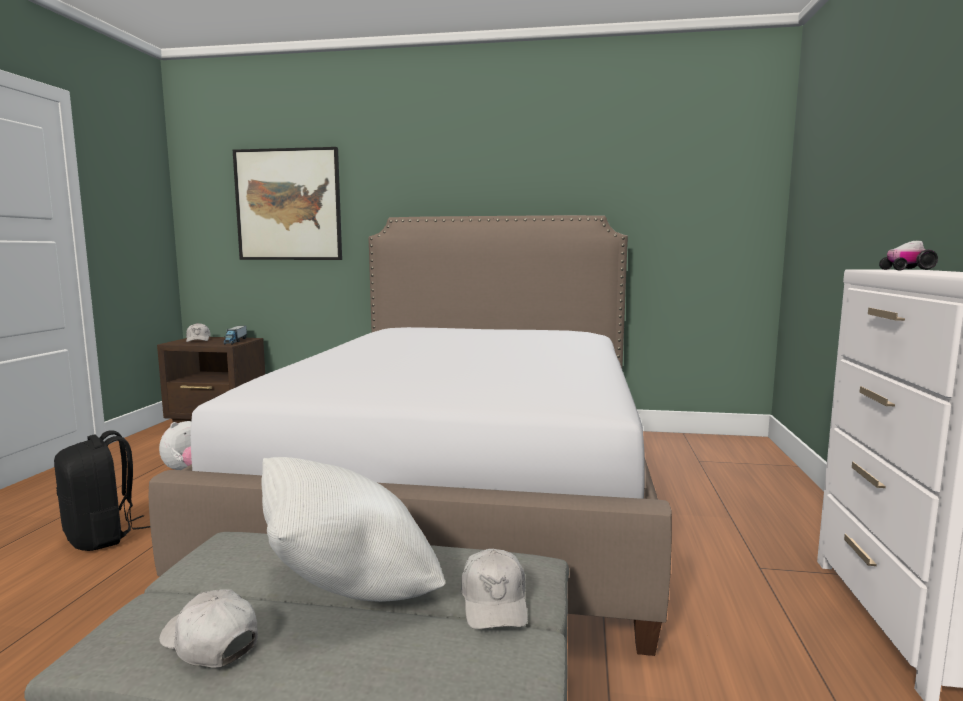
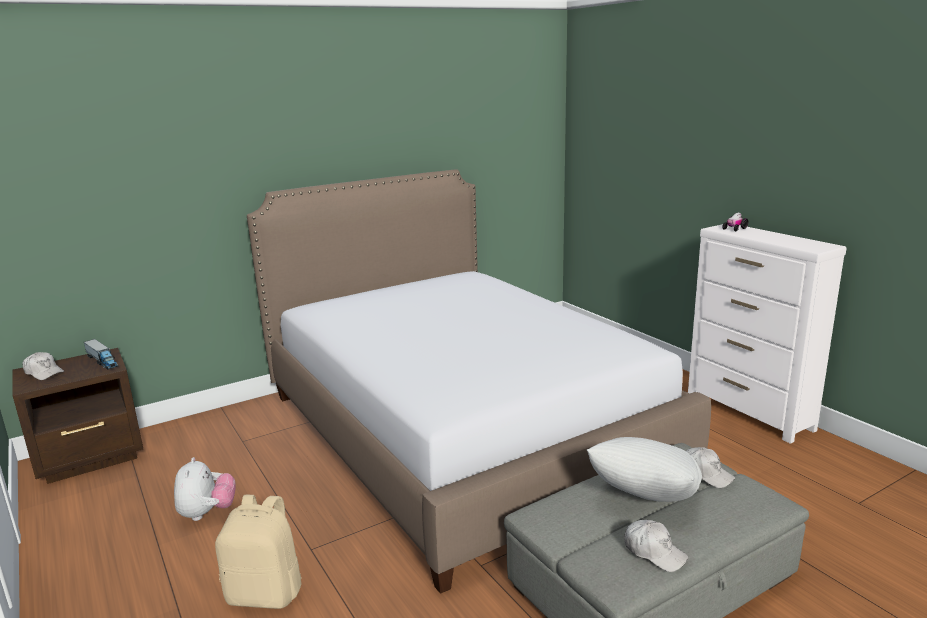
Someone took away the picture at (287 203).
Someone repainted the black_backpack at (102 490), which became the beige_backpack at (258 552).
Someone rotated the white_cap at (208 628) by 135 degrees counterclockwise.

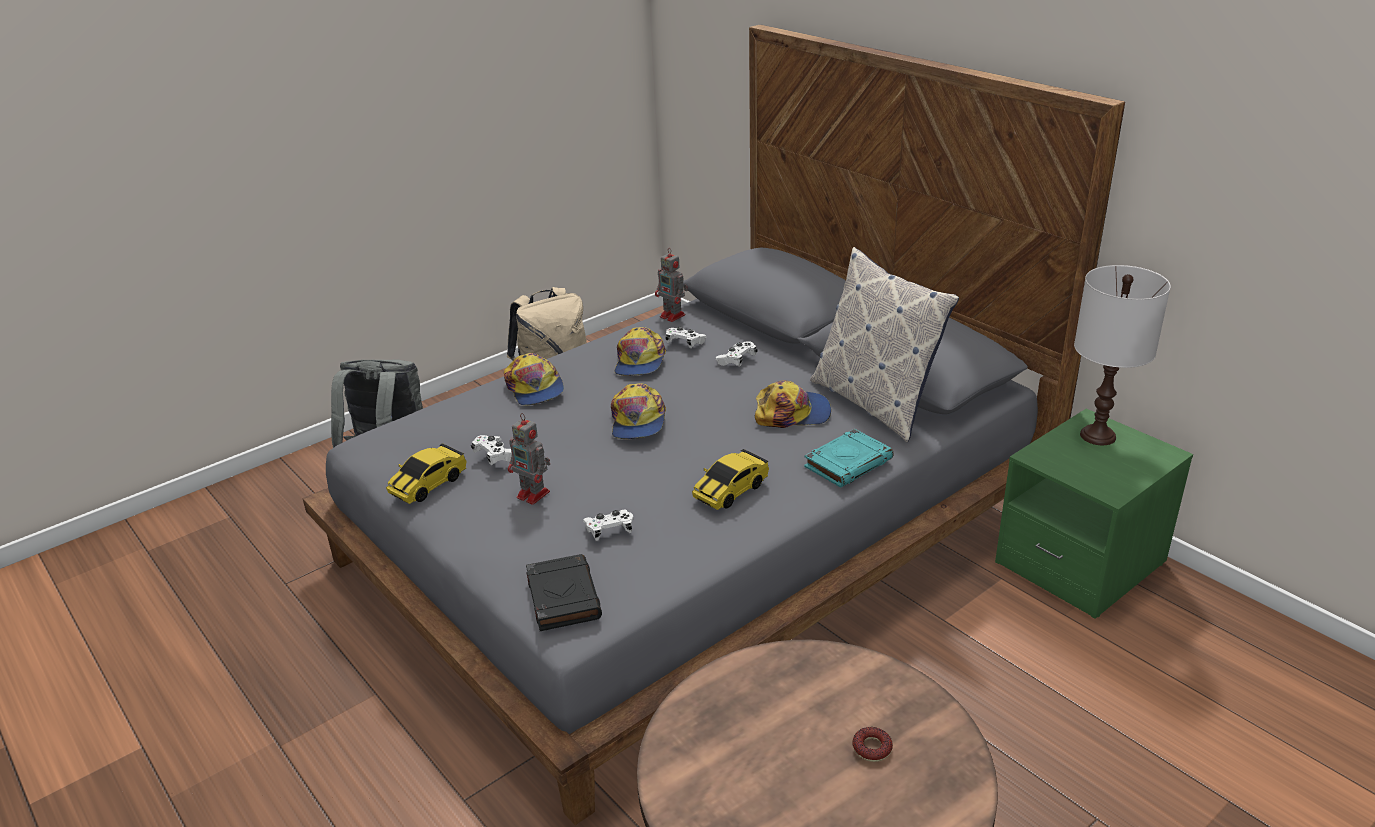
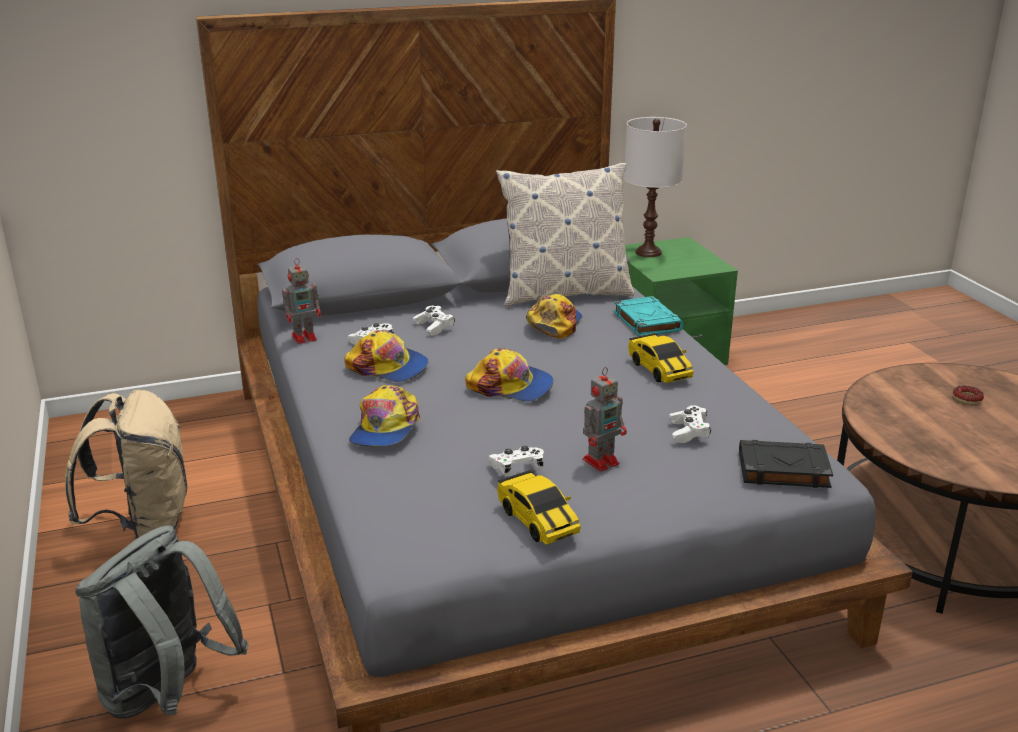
Someone rotated the cap at (534 379) by 105 degrees clockwise.

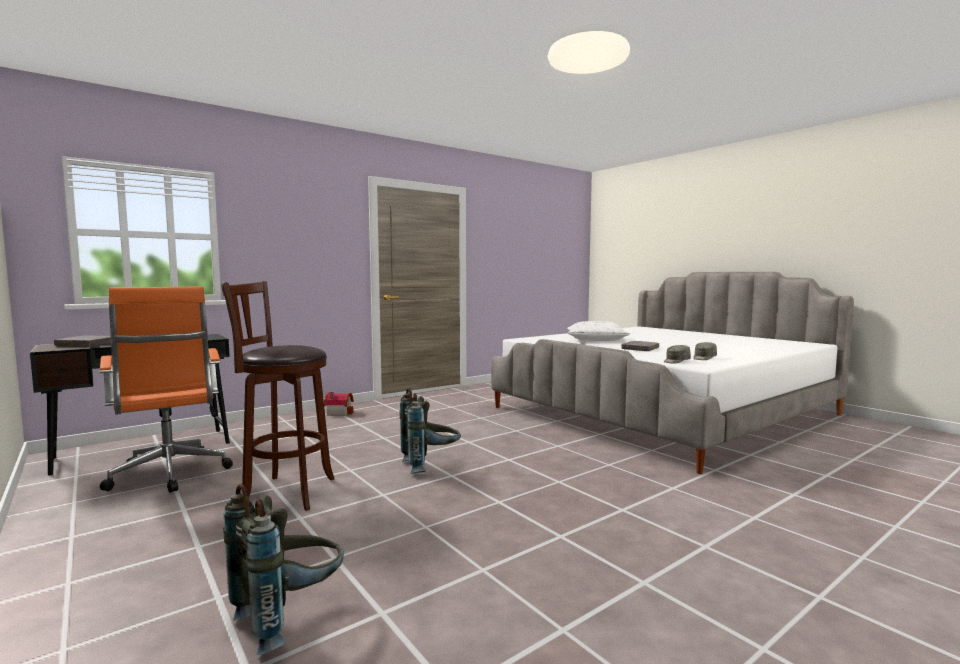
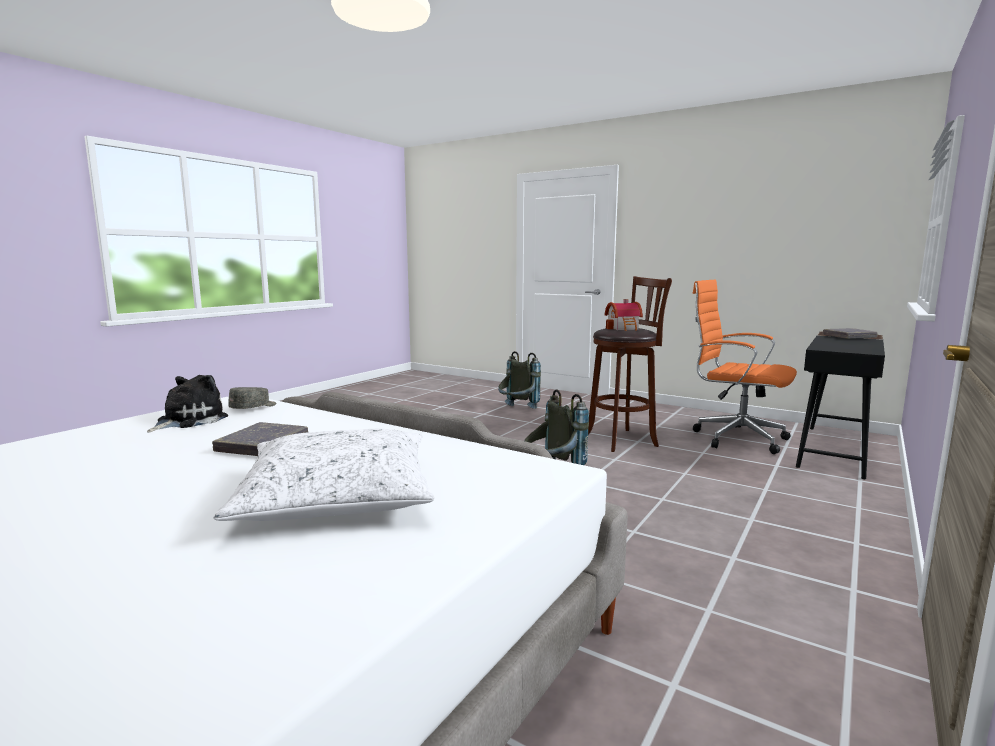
Someone carried the toy_house from (339 404) to (624 315).
Someone swapped the grey_cap at (705 351) for the plush_toy at (187 404).

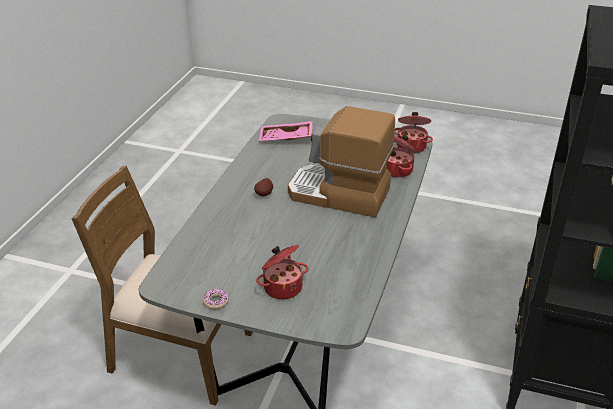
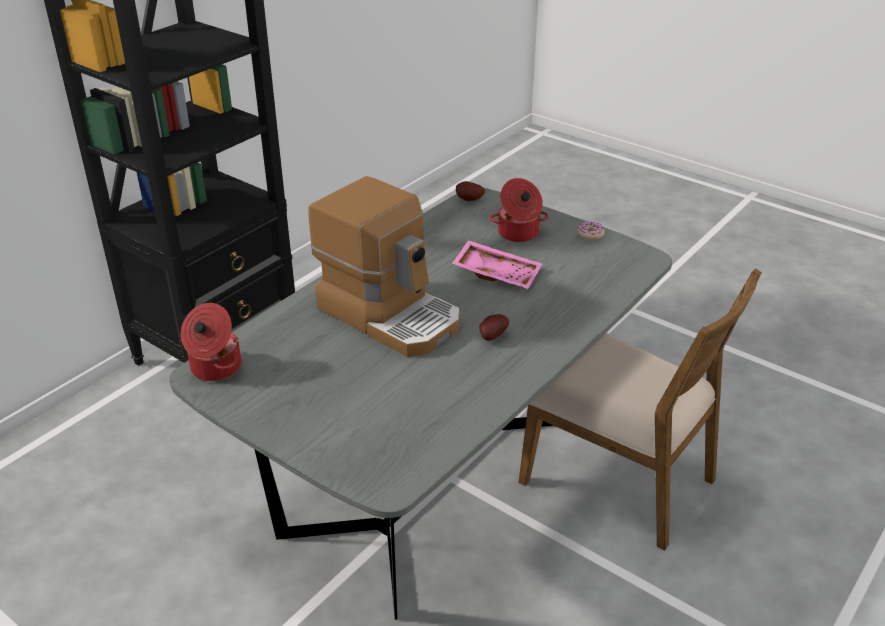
Someone took away the cooking_pot at (402 156).
Someone put down the potato at (470 191).
Someone carried the pink_tray from (286 131) to (497 264).

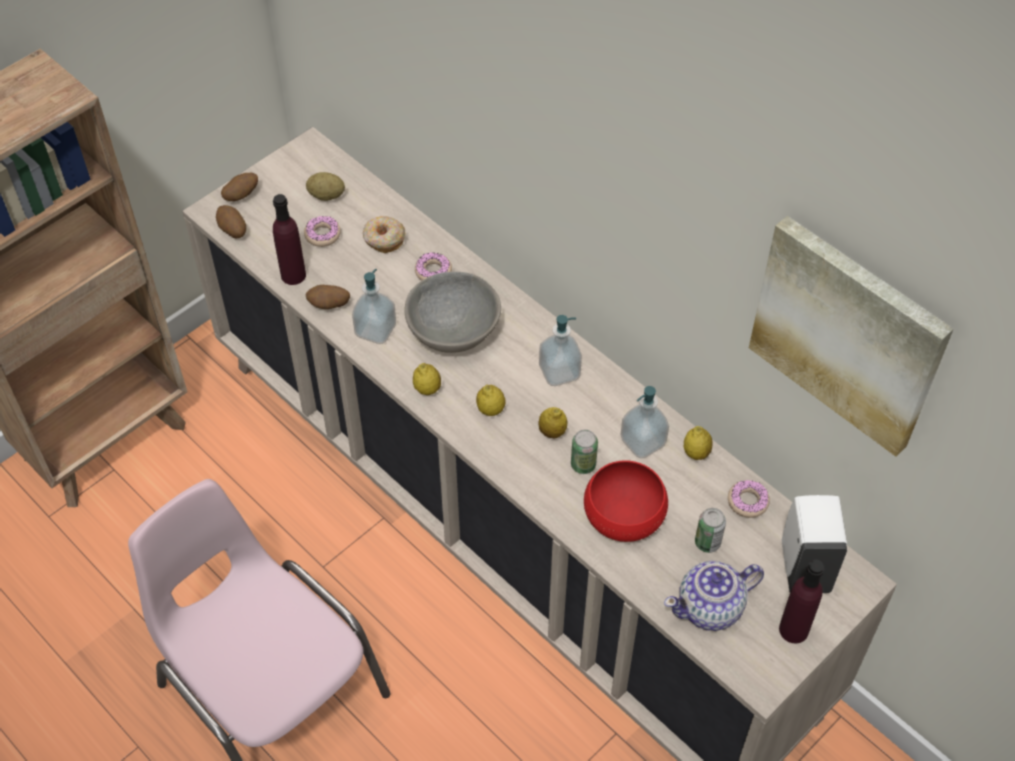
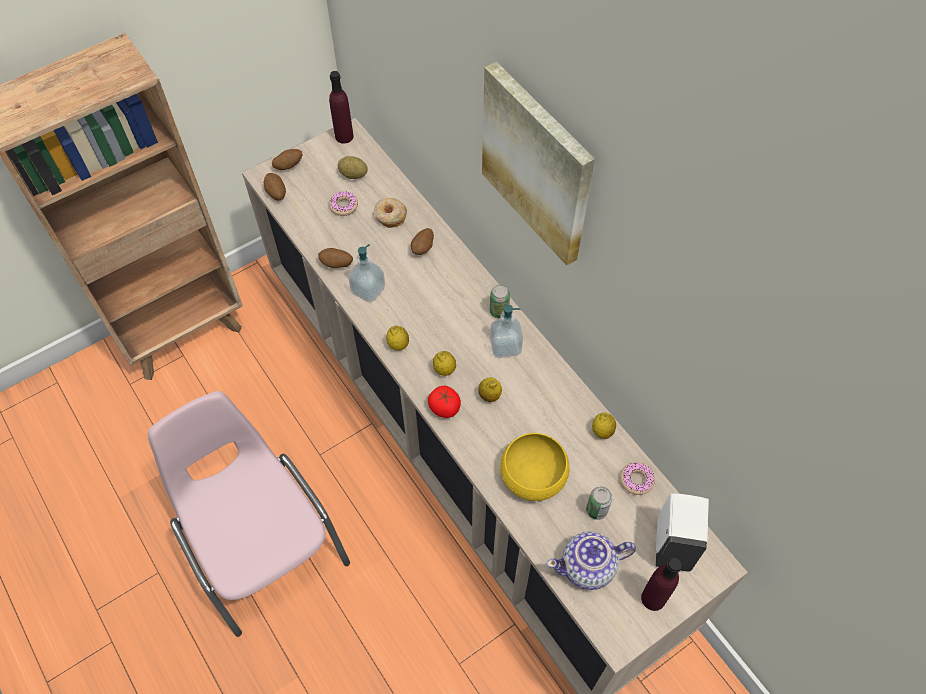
Someone took away the grey_bowl at (452 312).
Someone took away the soap_dispenser at (645 422).
Someone put down the tomato at (444 402).
Someone carried the purple_bottle from (289 239) to (341 107).
Someone carried the can from (584 452) to (500 301).
Someone carried the picture from (851 336) to (538 164).
Someone swapped the donut at (433 266) for the potato at (422 241).
Someone repainted the red_bowl at (626 501), which became the yellow_bowl at (535 467).

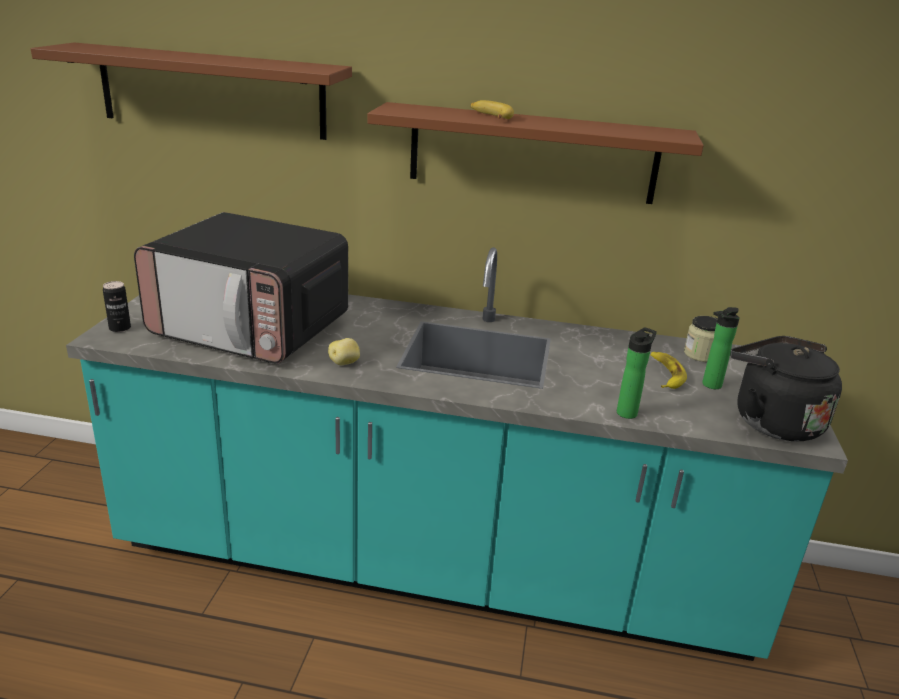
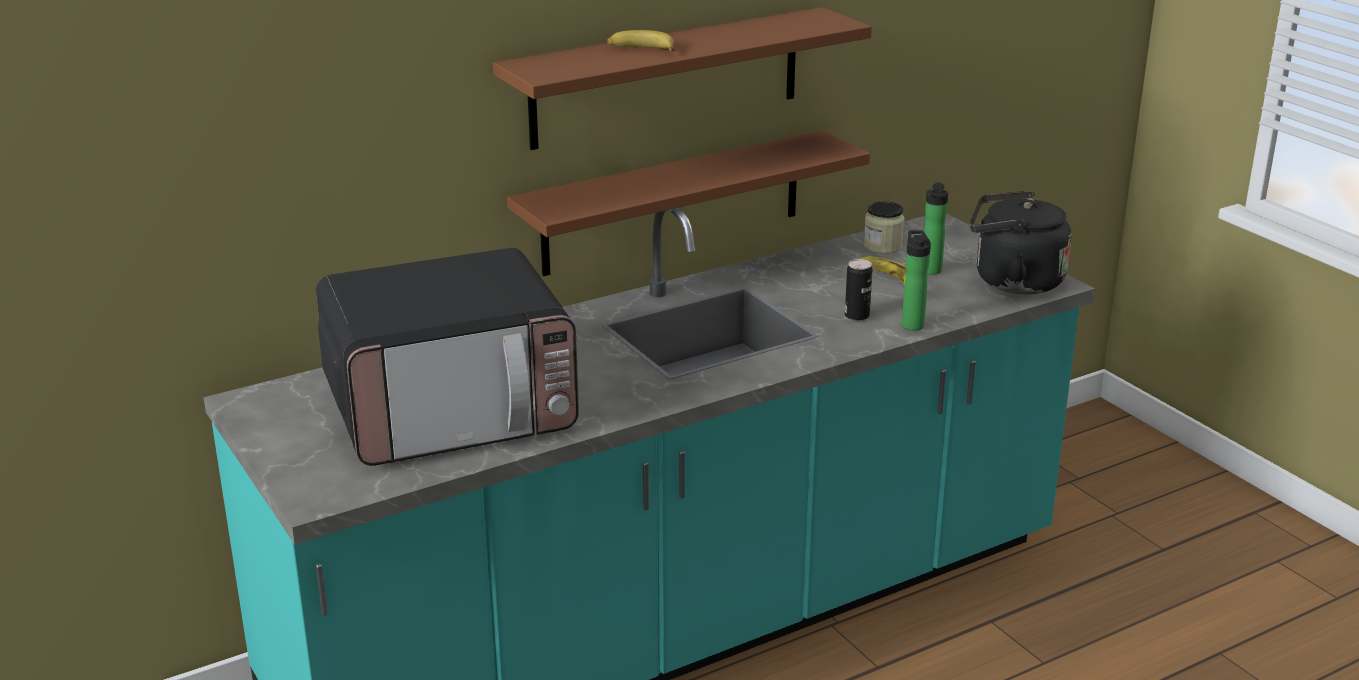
Someone took away the potato at (344 351).
Someone carried the brown_shelf from (191 91) to (688 203).
Someone carried the can from (117 306) to (858 290).

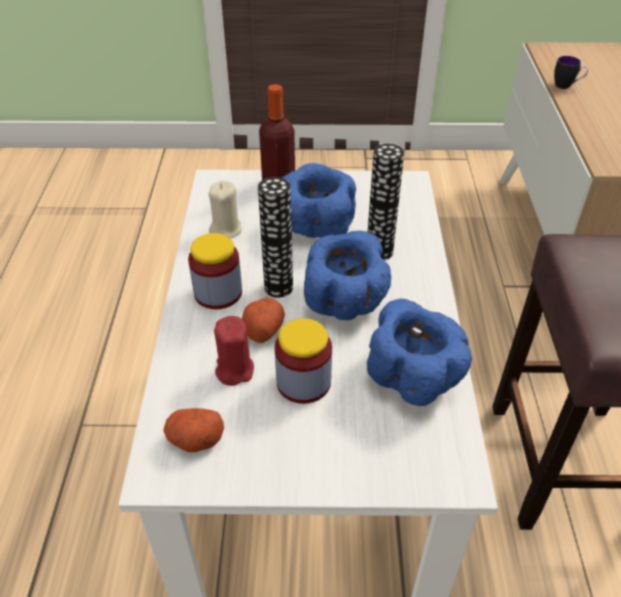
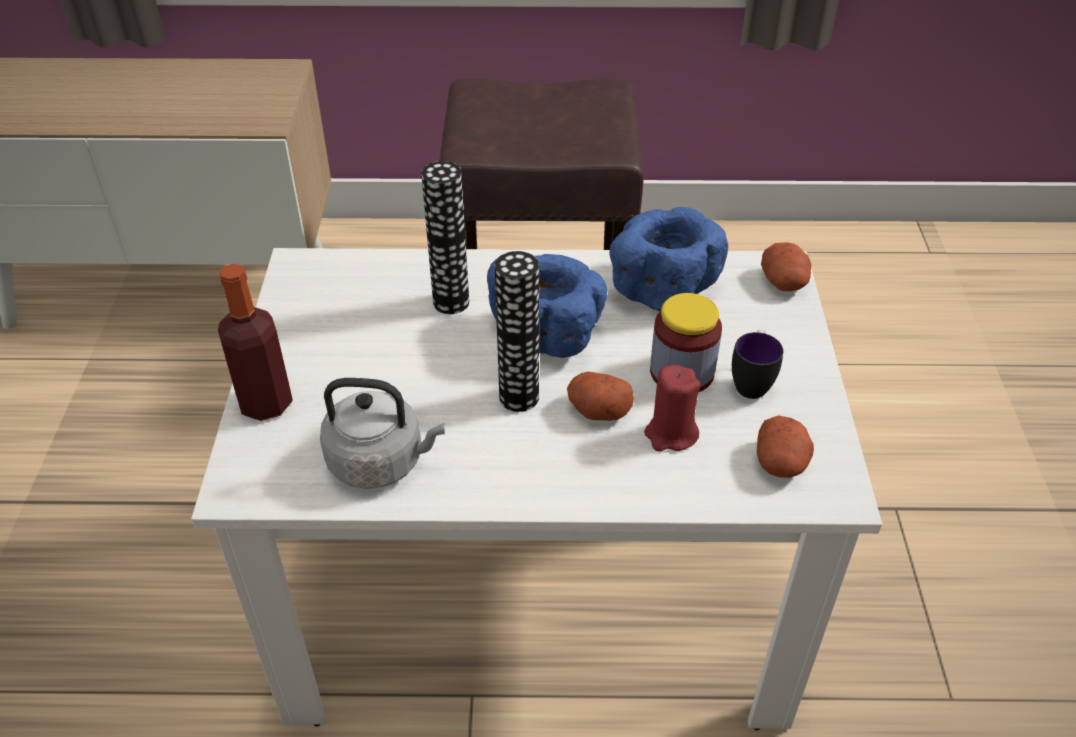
Someone took away the jar at (215 271).
Someone took away the blue_bowl at (319 200).
Someone put down the potato at (786 266).
Someone carried the mug from (571 72) to (757 364).
Someone swapped the beige_candle at (225 209) for the grey_kettle at (382 433).

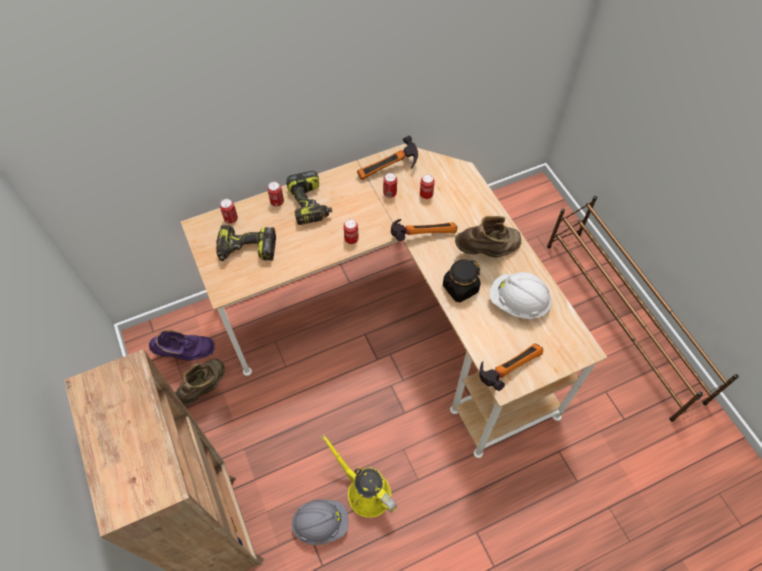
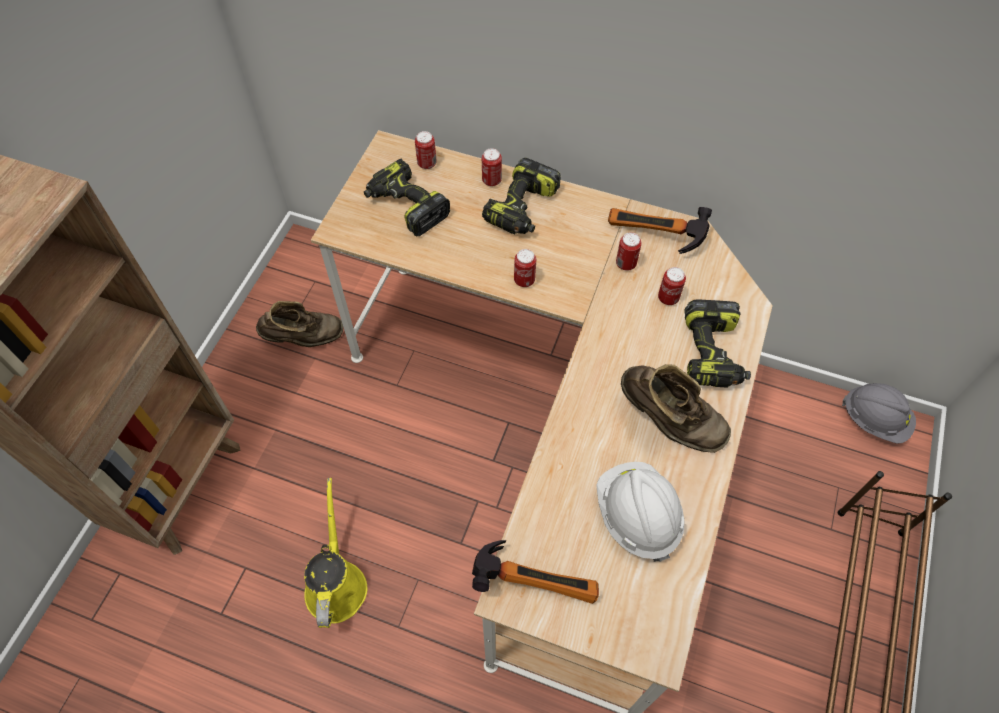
Someone took away the purple_boot at (182 345).
Someone took away the hammer at (424 230).
Someone took away the black_jar at (461 280).
Someone put down the power_drill at (717 343).
Someone carried the grey_hard_hat from (320 522) to (879 413).

